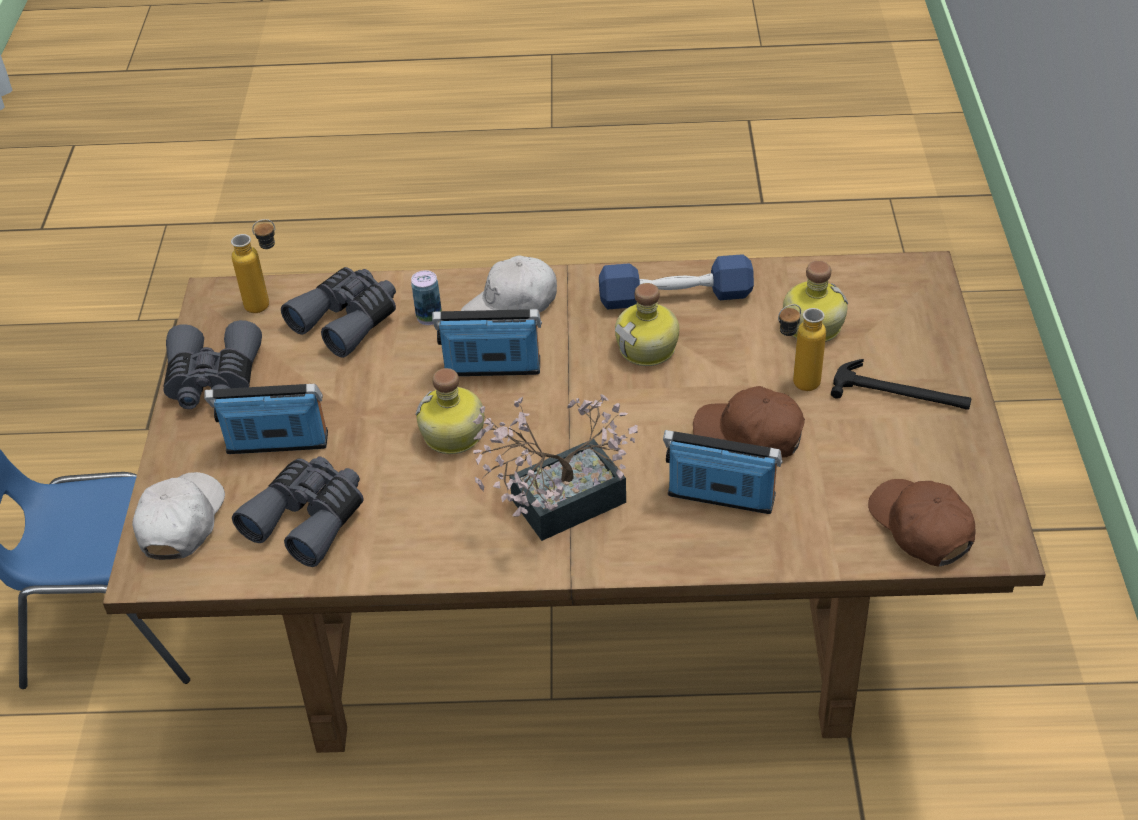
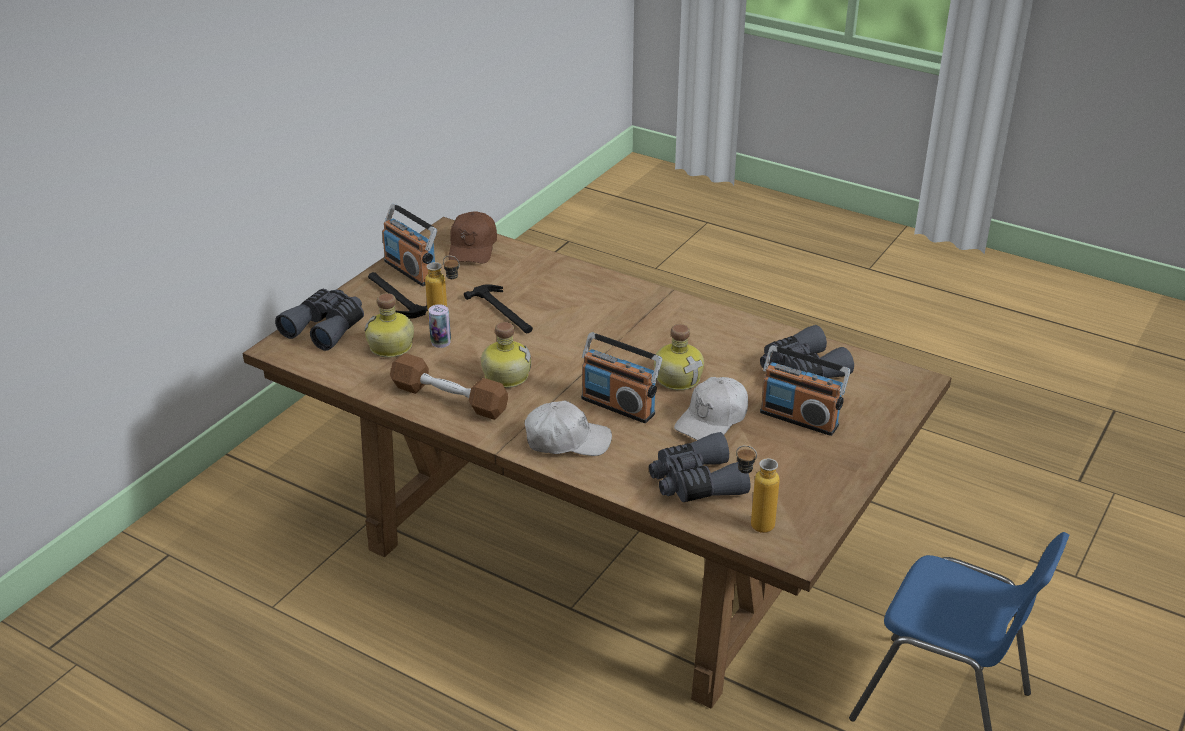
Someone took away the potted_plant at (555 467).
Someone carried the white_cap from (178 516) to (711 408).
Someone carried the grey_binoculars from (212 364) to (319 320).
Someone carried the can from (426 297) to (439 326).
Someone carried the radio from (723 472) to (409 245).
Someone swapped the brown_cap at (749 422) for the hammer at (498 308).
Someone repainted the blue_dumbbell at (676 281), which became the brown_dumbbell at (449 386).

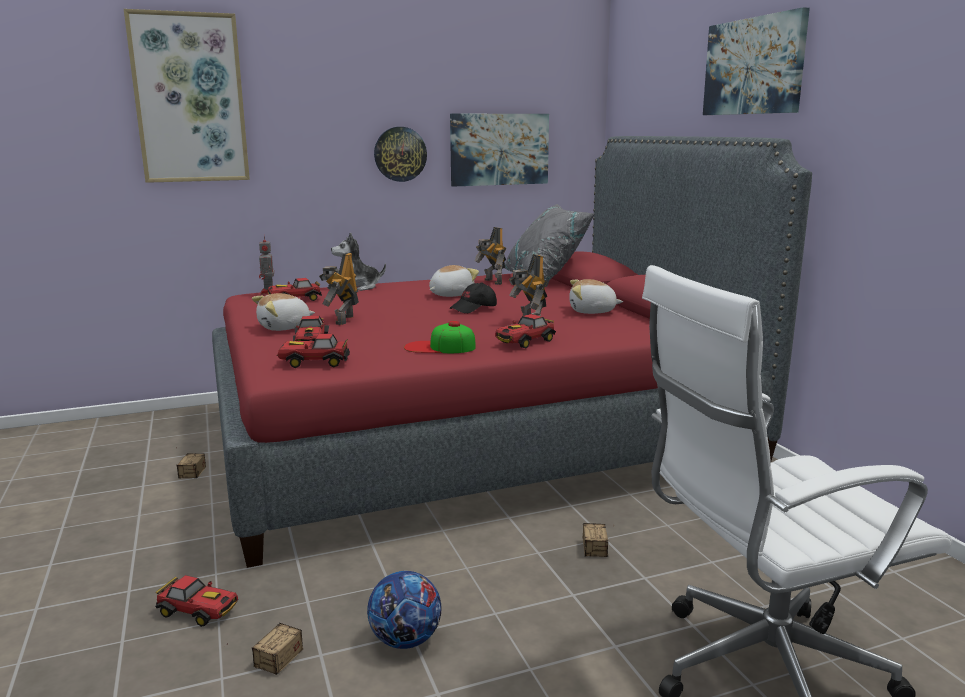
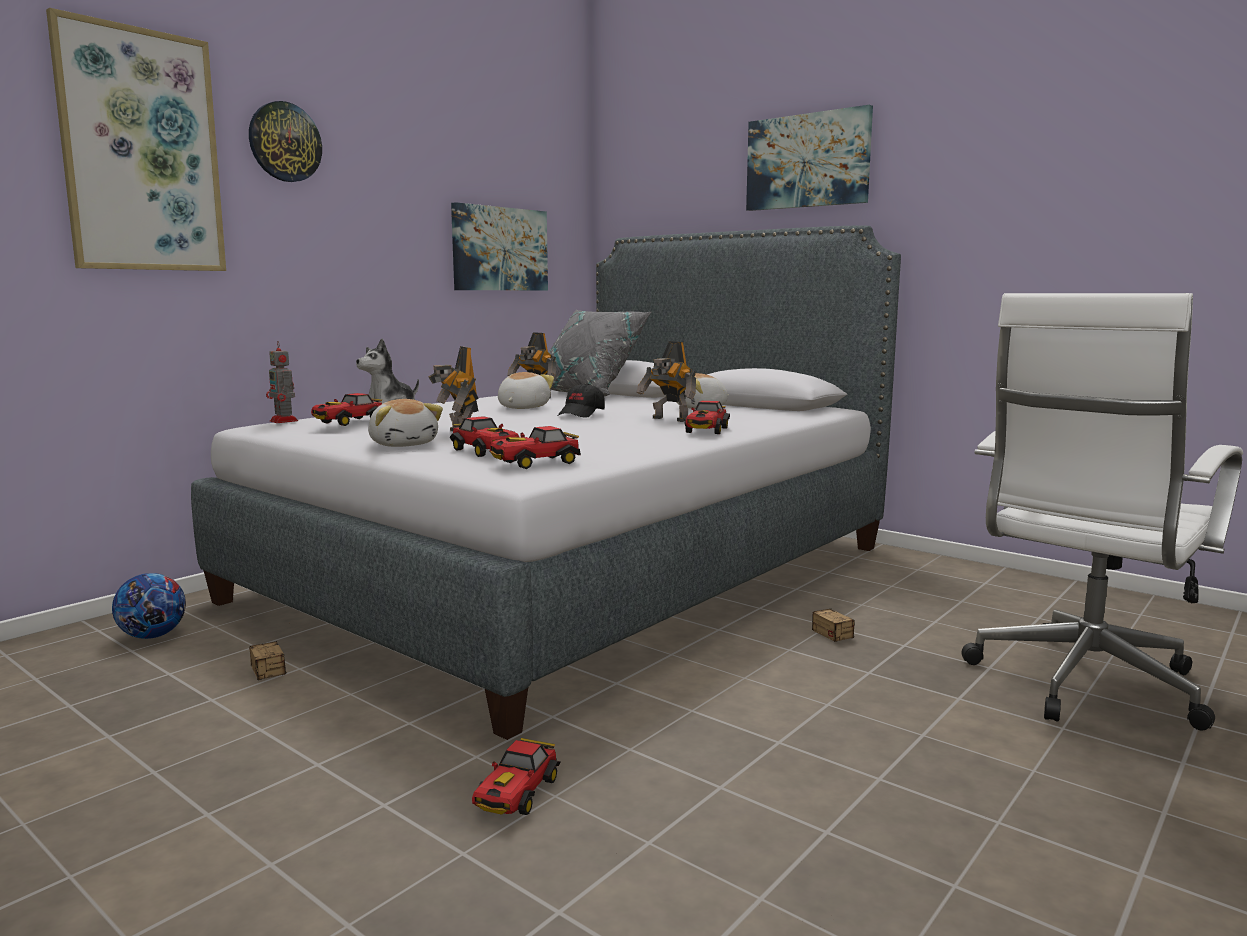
Someone took away the storage_box at (264 649).
Someone took away the cap at (440 337).
Someone carried the football from (404 610) to (149 606).
Someone carried the wall_clock from (400 154) to (285 141).
Someone repainted the red_bed at (512 352), which became the grey_bed at (546 482).
Someone rotated the toy_car at (196 601) by 120 degrees clockwise.
Someone rotated the plush_toy at (283 312) by 60 degrees counterclockwise.

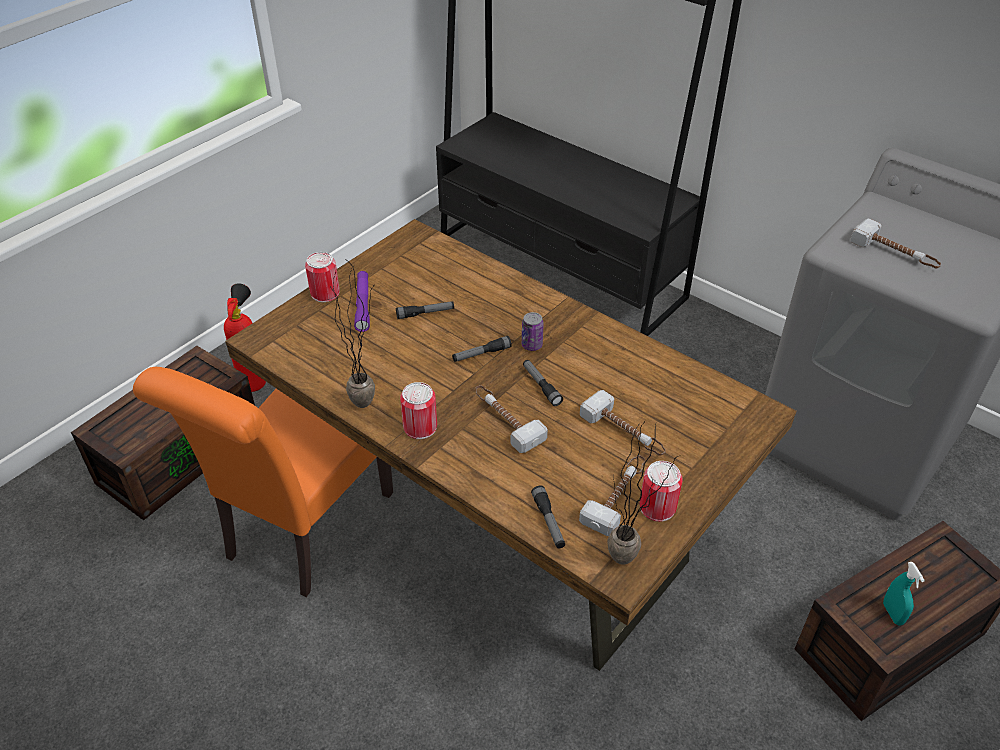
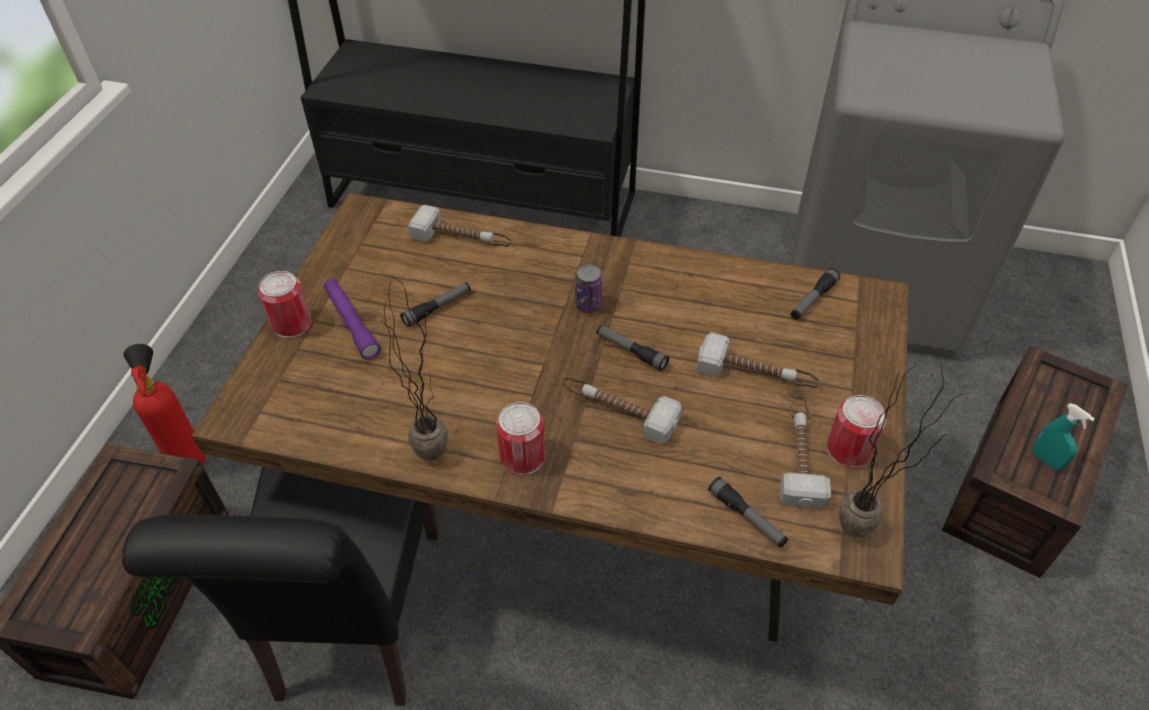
Someone carried the flashlight from (482 349) to (815 294).
Someone carried the hammer from (895 243) to (460 226).
Someone repainted the orange_chair at (263 482), which became the black_chair at (280 586).

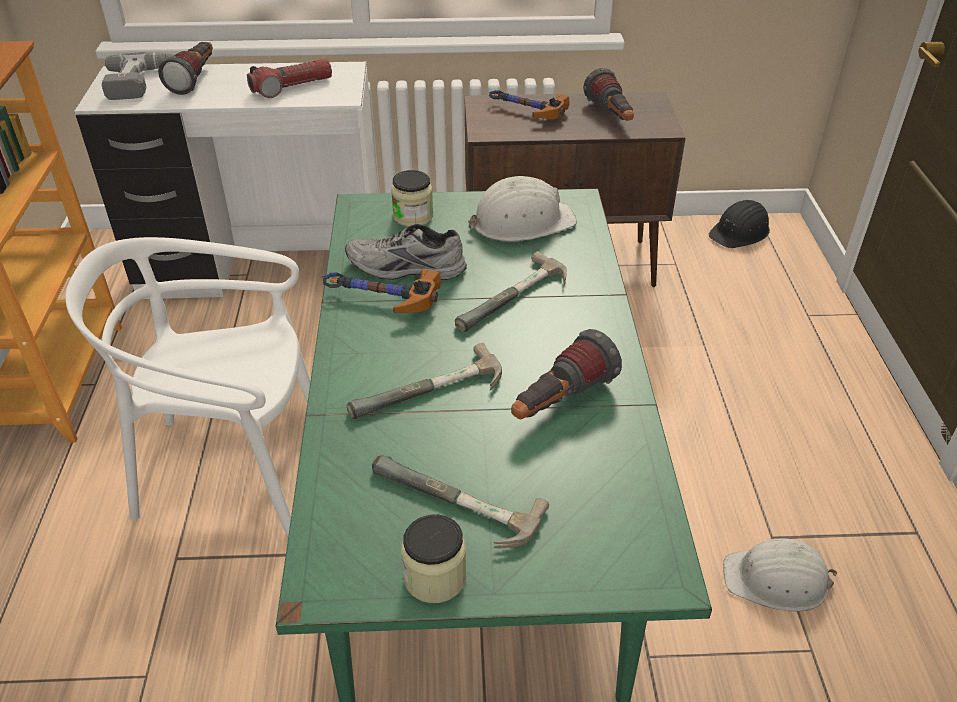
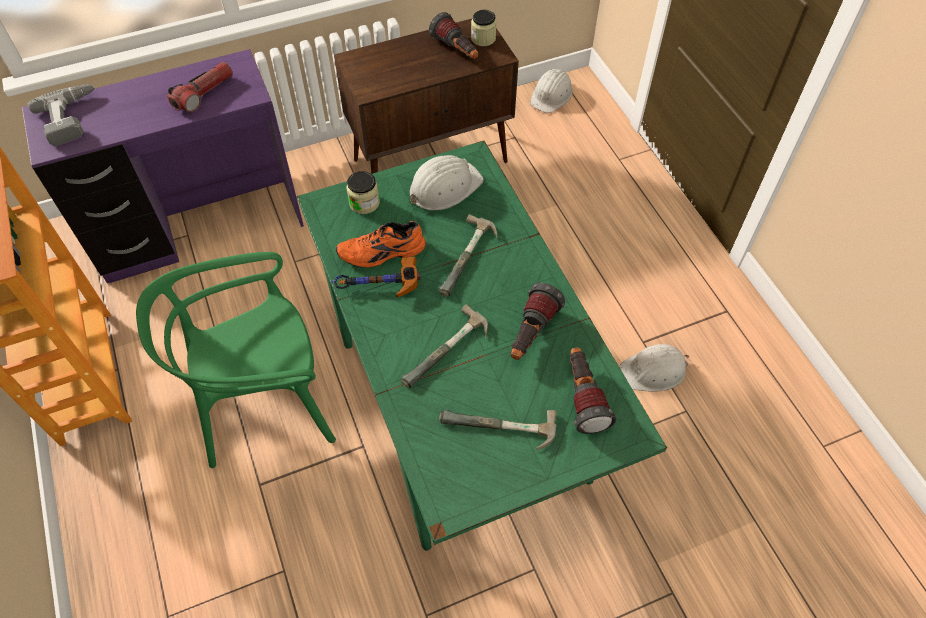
Someone took away the hammer at (529 104).
Someone carried the flashlight from (185 68) to (593 390).
Someone carried the jar from (433 558) to (484 28).
Someone repainted the white_chair at (188 386), which became the green_chair at (236 360).
Someone repainted the white_desk at (226 180), which became the purple_desk at (163 166).
Someone repainted the grey_shoe at (406 252), which became the orange_shoe at (381 244).
Someone repainted the black_hard_hat at (739 224), which became the white_hard_hat at (551 91).

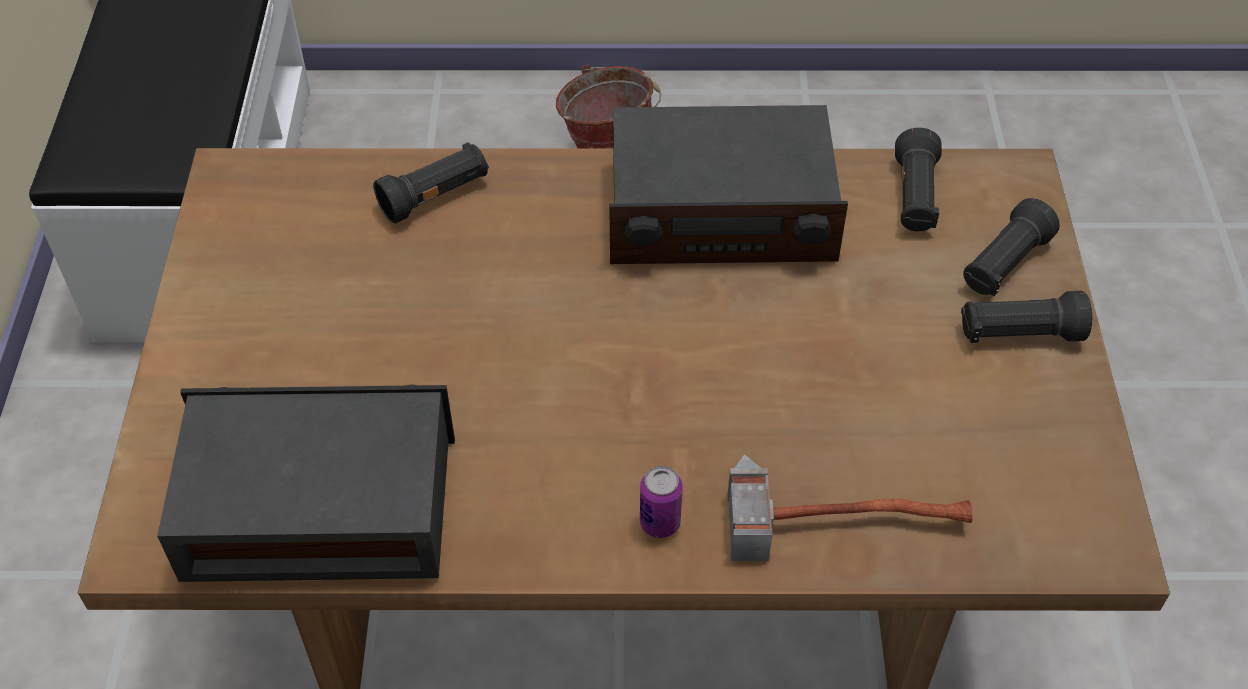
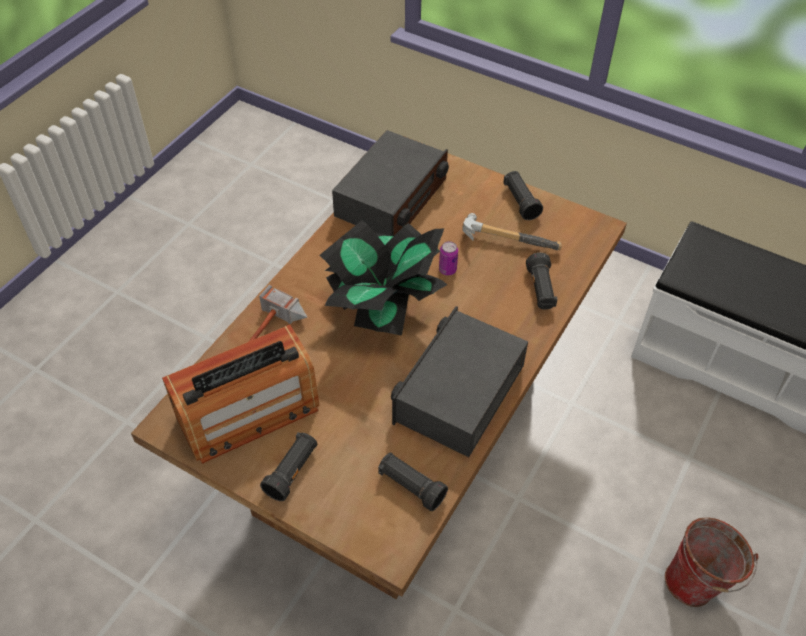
Someone put down the radio at (241 394).
Someone put down the potted_plant at (383 278).
Someone put down the hammer at (512 231).
Someone carried the can from (661 502) to (448 258).
Someone carried the black_flashlight from (1011 247) to (523 195).

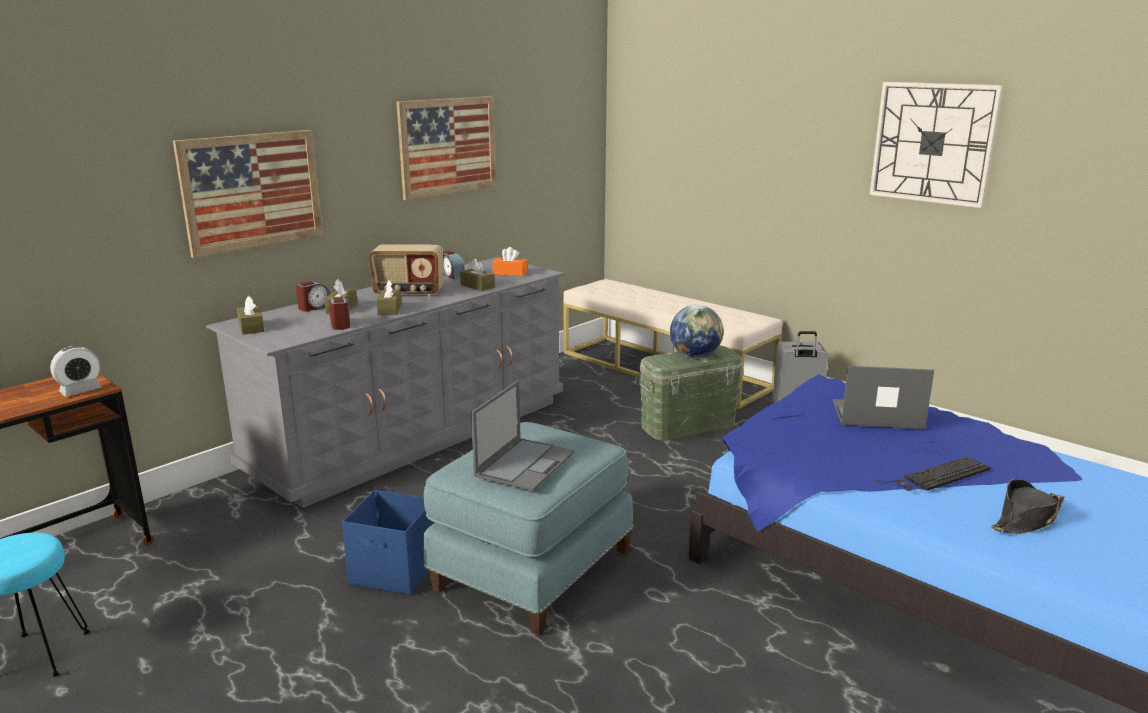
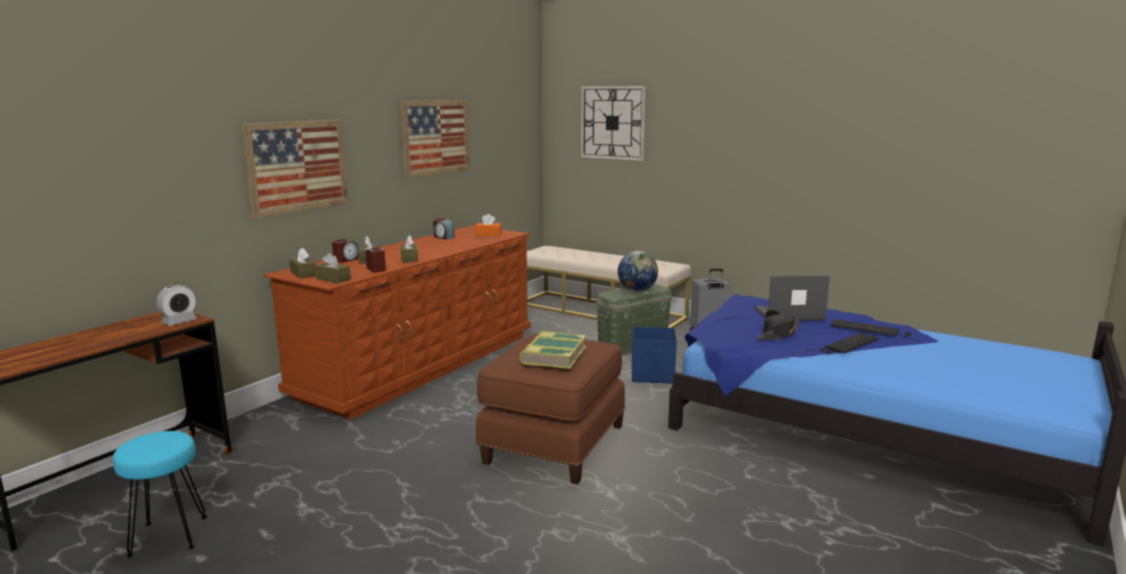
Someone took away the radio at (406 270).
Someone put down the keyboard at (875 330).
Someone carried the blue_storage_box from (388 542) to (654 355).
Someone carried the brown_tissue_box from (477 275) to (333 268).
Someone carried the wall_clock from (936 145) to (613 123).
Someone carried the black_hat from (1028 506) to (778 325).
Someone swapped the laptop at (523 435) for the book at (552 350).
Someone repainted the grey_dresser at (385 382), which became the brown_dresser at (397 322).
Someone repainted the blue_ottoman at (528 529), which became the brown_ottoman at (550 409).

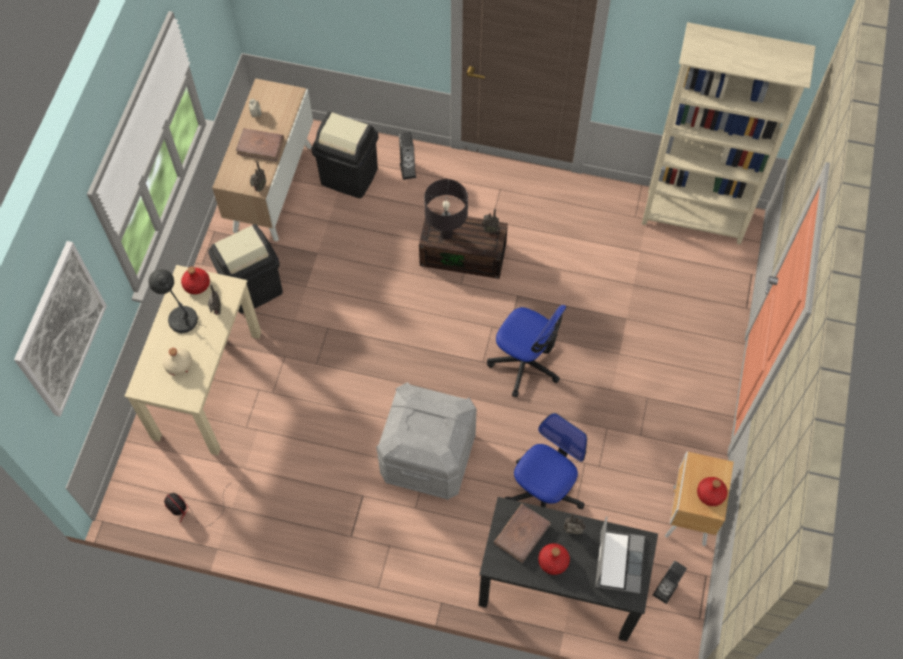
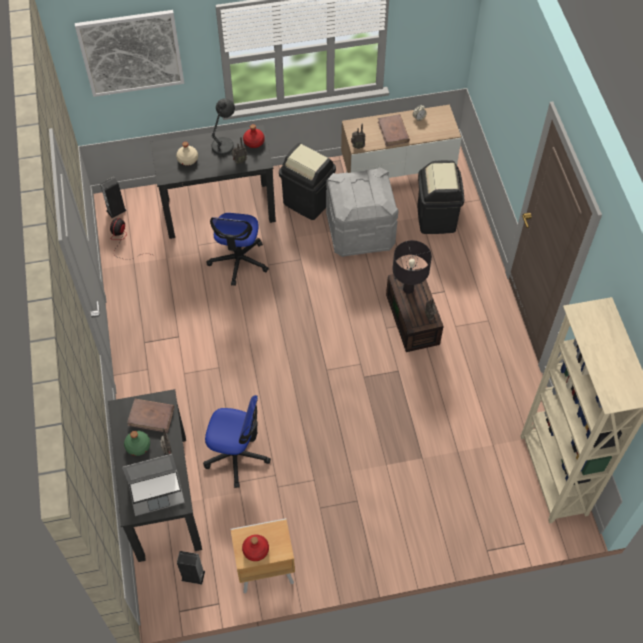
Someone carried the grey_storage_box from (426 441) to (362 212).
Someone carried the speaker from (407 156) to (113 197).
Someone carried the office_chair from (526 351) to (238 249).
Someone repainted the beige_desk at (193 360), which became the black_desk at (213 182).
Someone repainted the red_bottle at (554 559), which became the green_bottle at (137 443).

